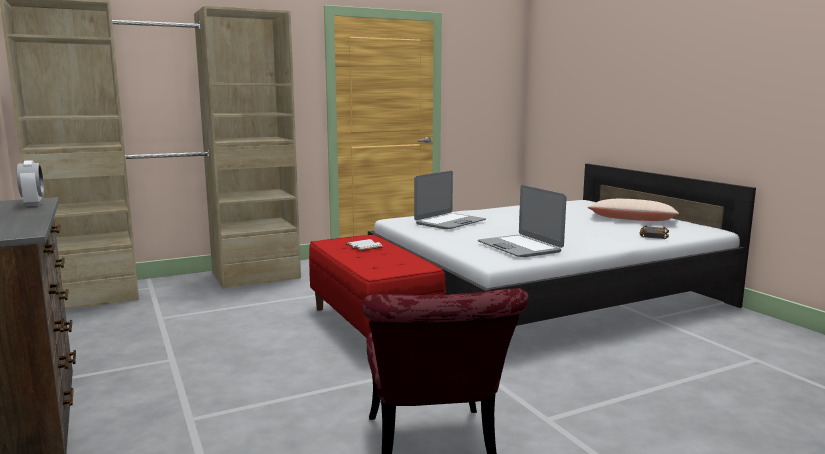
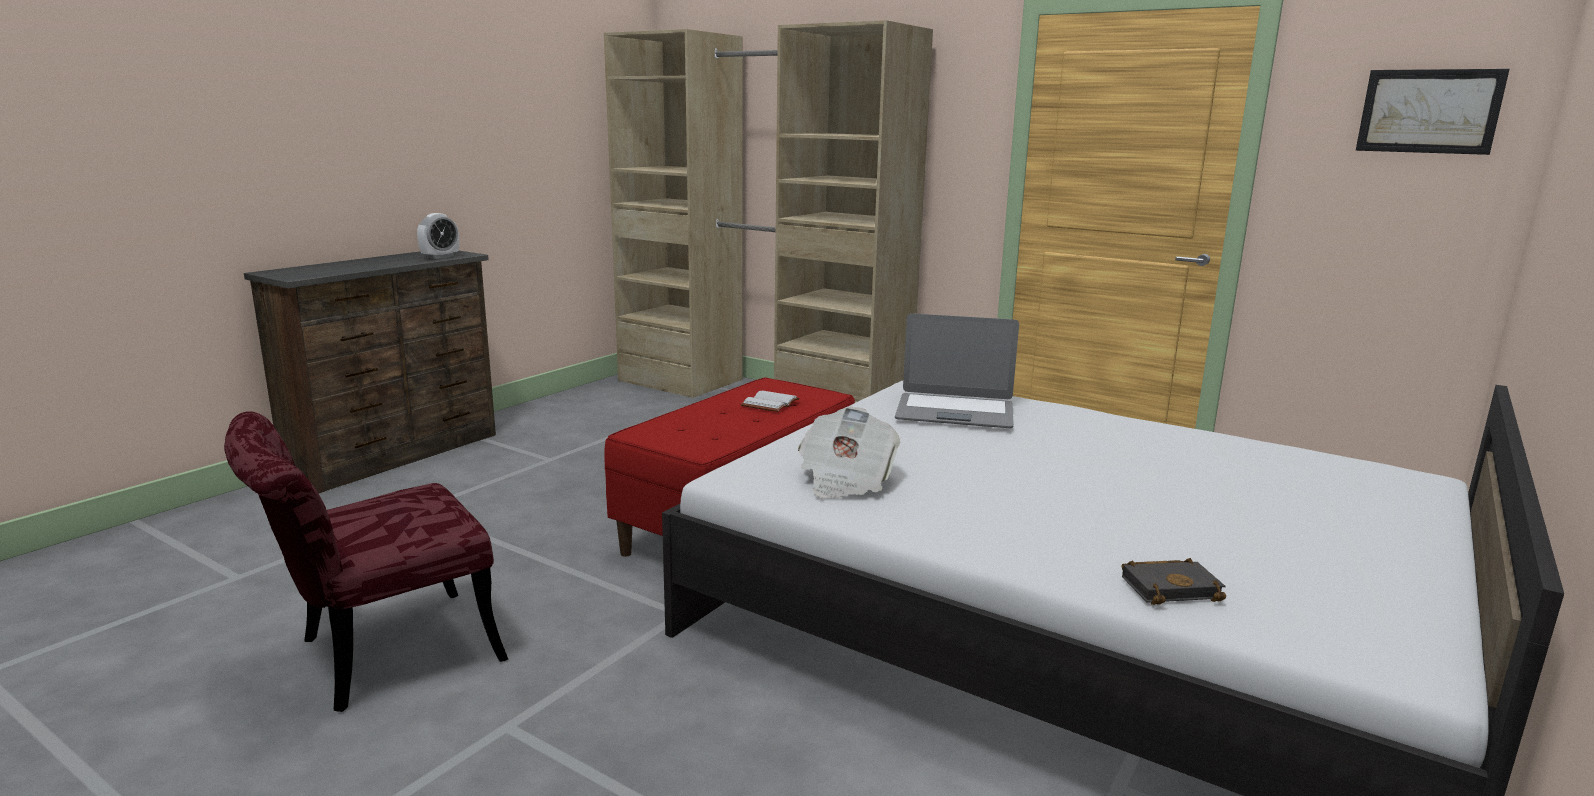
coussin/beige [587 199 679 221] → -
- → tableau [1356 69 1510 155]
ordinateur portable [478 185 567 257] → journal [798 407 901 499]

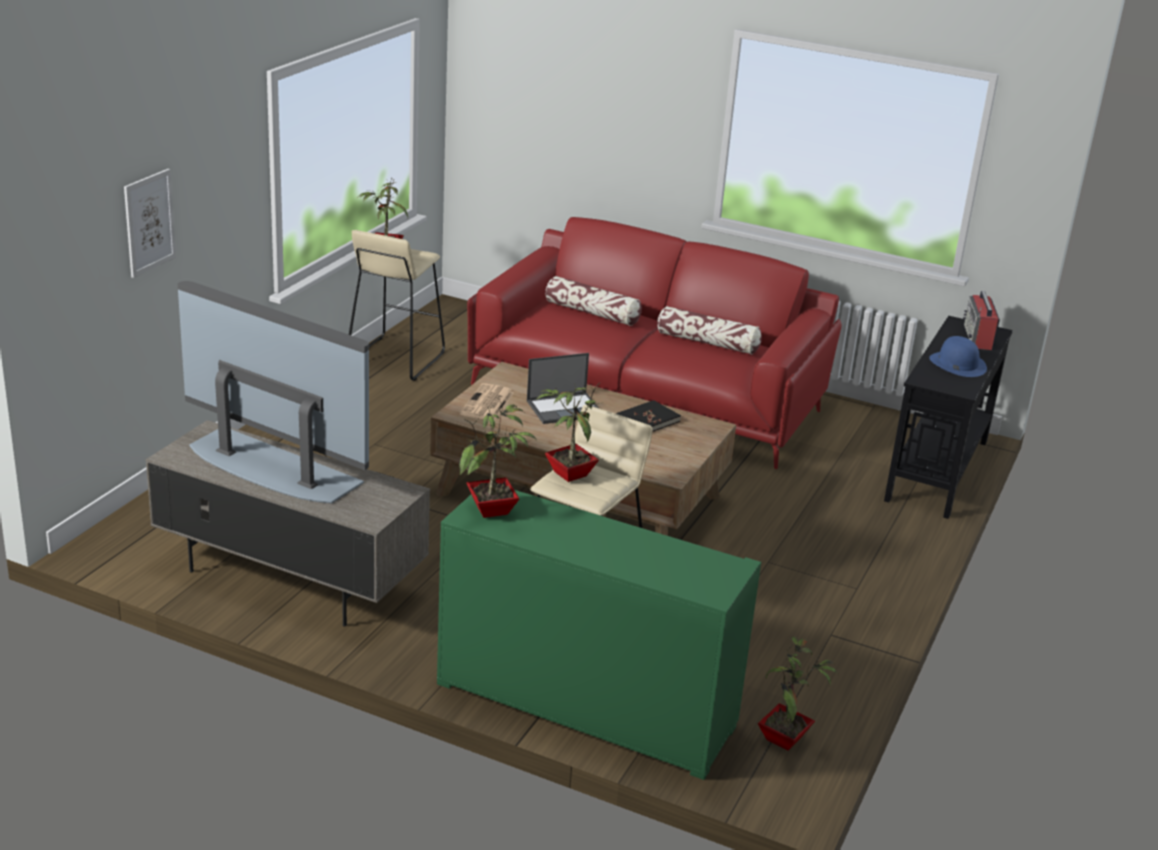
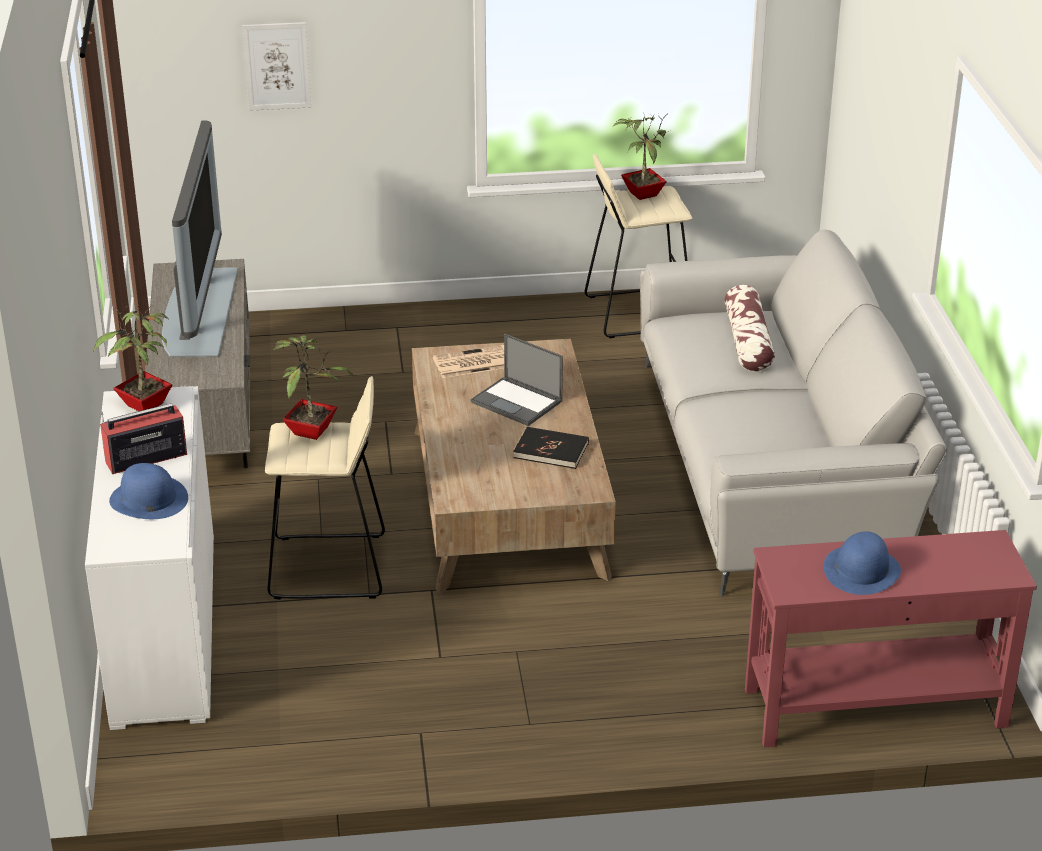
coussin [657 306 762 354] → -
plante en pot [758 636 838 751] → -
- → chapeau/bleu [109 463 188 519]
radio [963 291 1000 350] → radio [100 403 187 474], shifted
meuble de rangement/vert [437 490 761 780] → meuble de rangement/blanc [85 386 214 730]
canapé/rouge [467 217 842 469] → canapé/gris [639 230 947 596]
table console/noir [884 316 1013 519] → table console/rouge [745 530 1037 748]

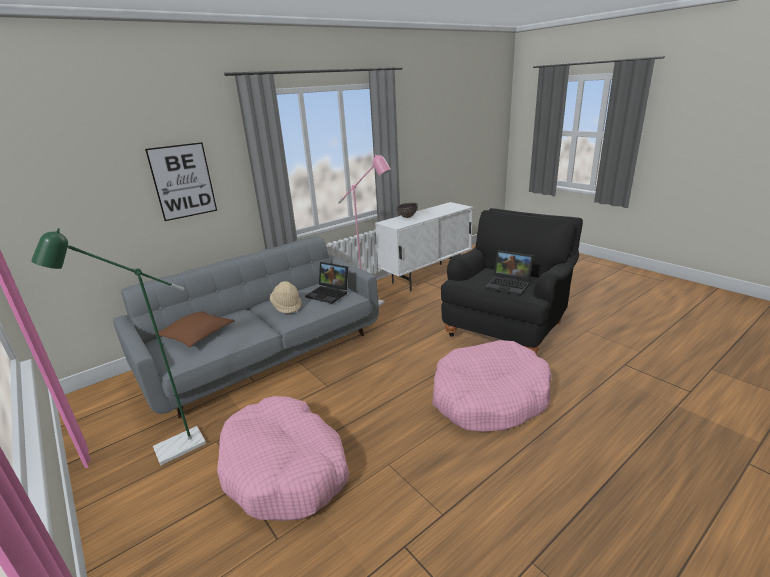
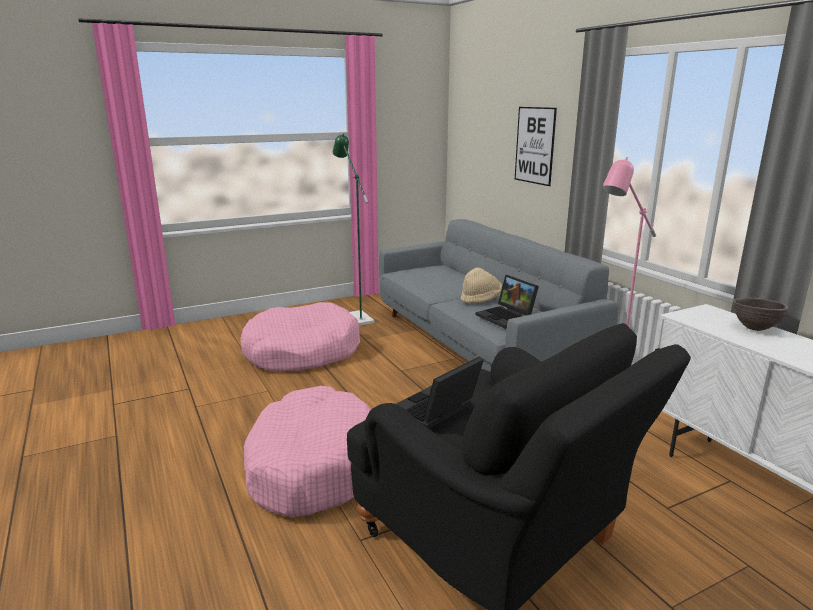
coussin/marron [154 311 235 348] → -
ordinateur portable [305 262 348 304] → ordinateur portable [476 275 539 329], 75 degrees counterclockwise

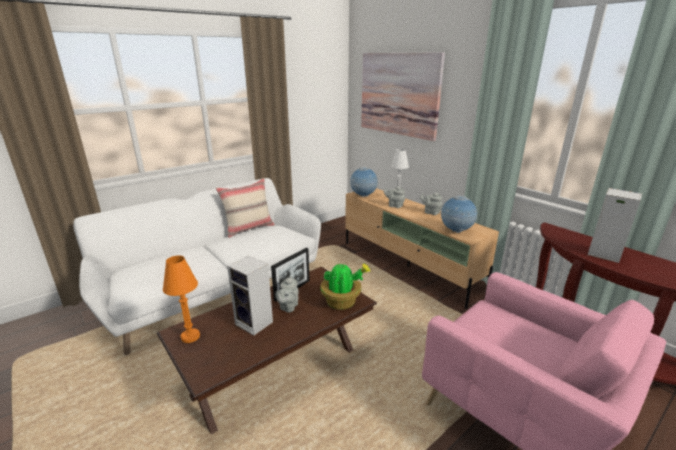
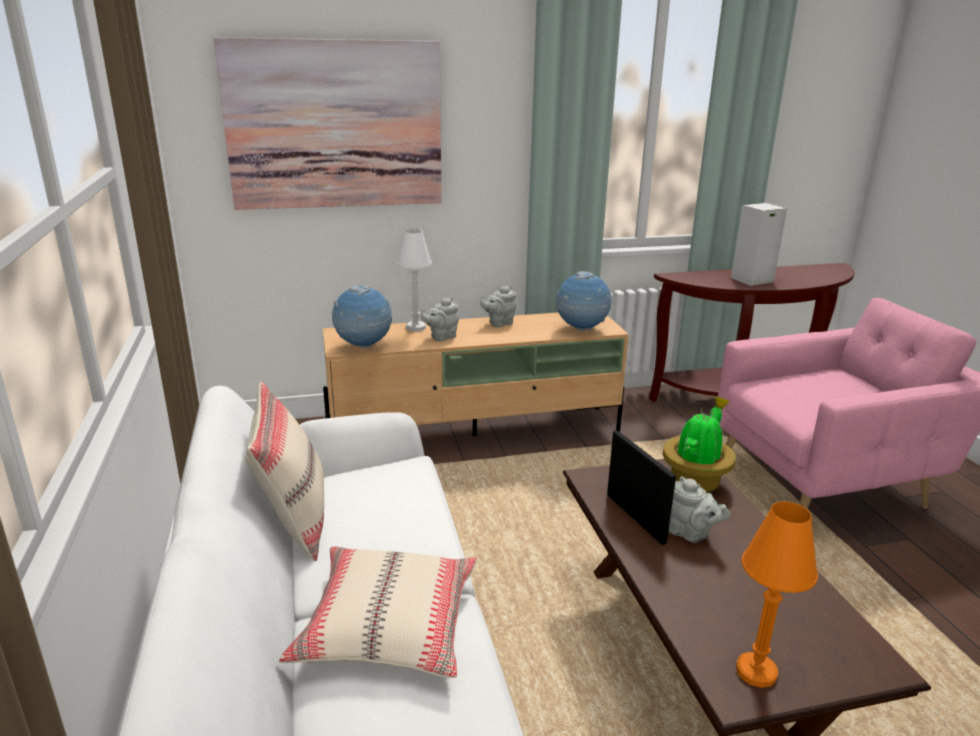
enceinte [227 255 273 336] → -
- → coussin/beige [279 546 477 678]

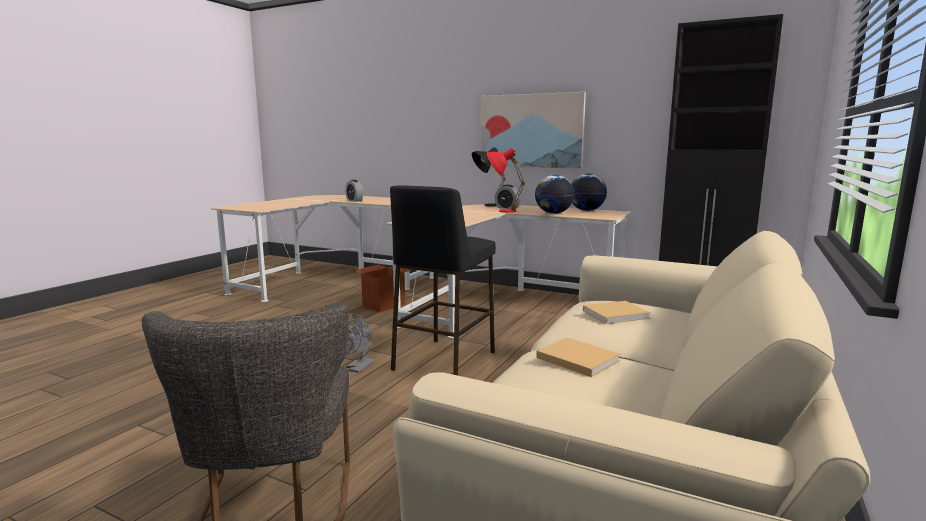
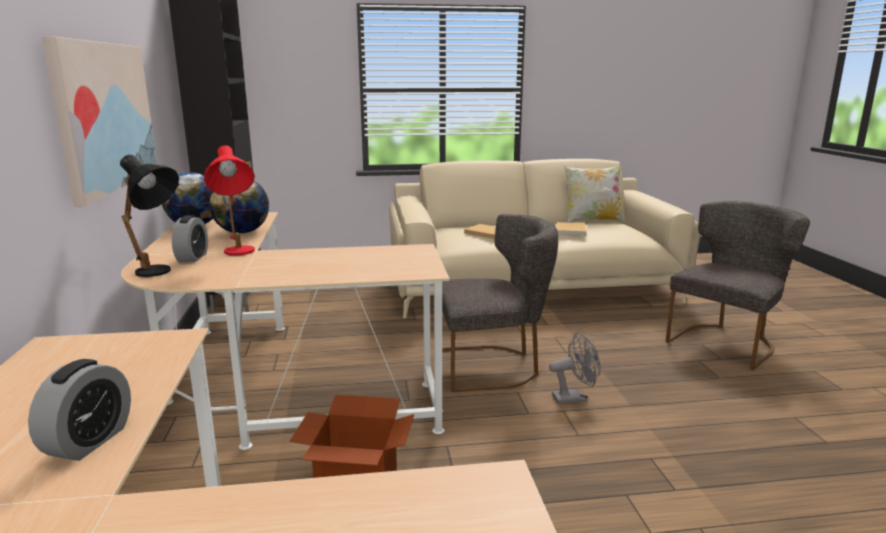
- → coussin [564 164 625 223]
tabouret/noir [390 185 496 376] → chaise/gris [442 214 558 392]

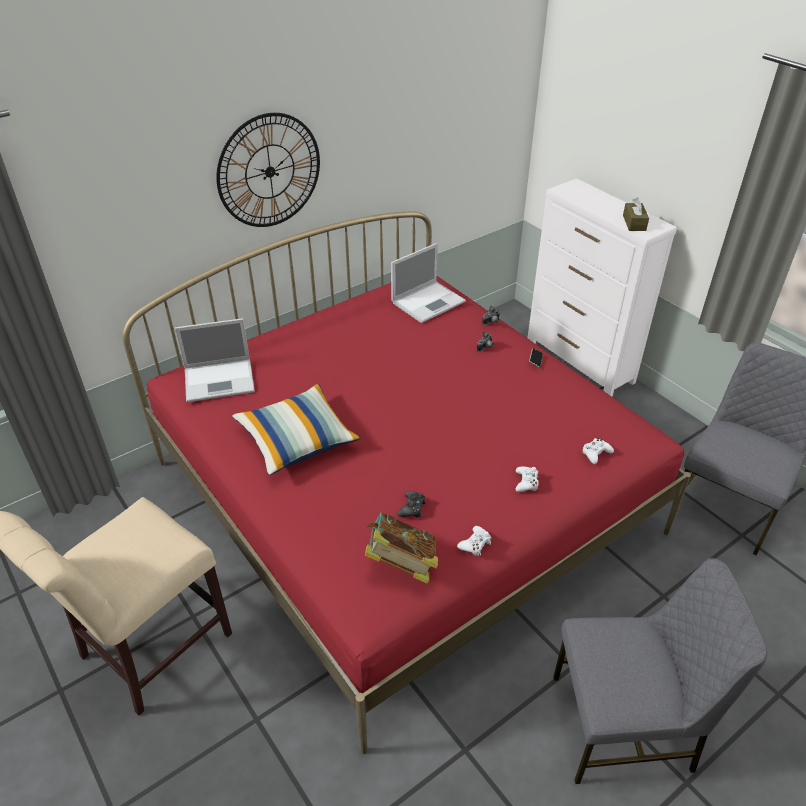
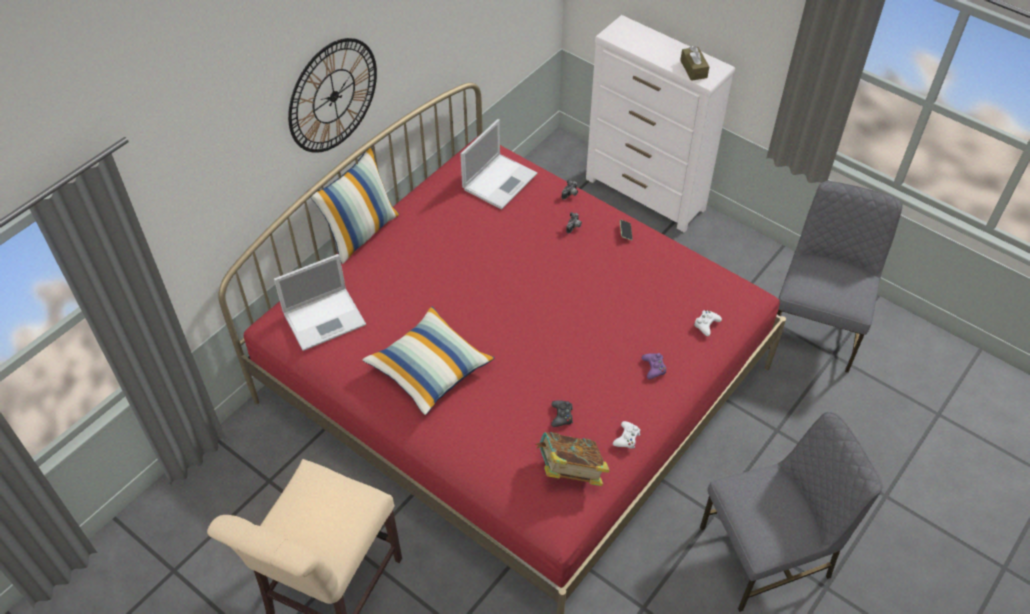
- → coussin [310 147 399 264]
manette/blanc [516 467 539 492] → manette/violet [642 353 666 379]

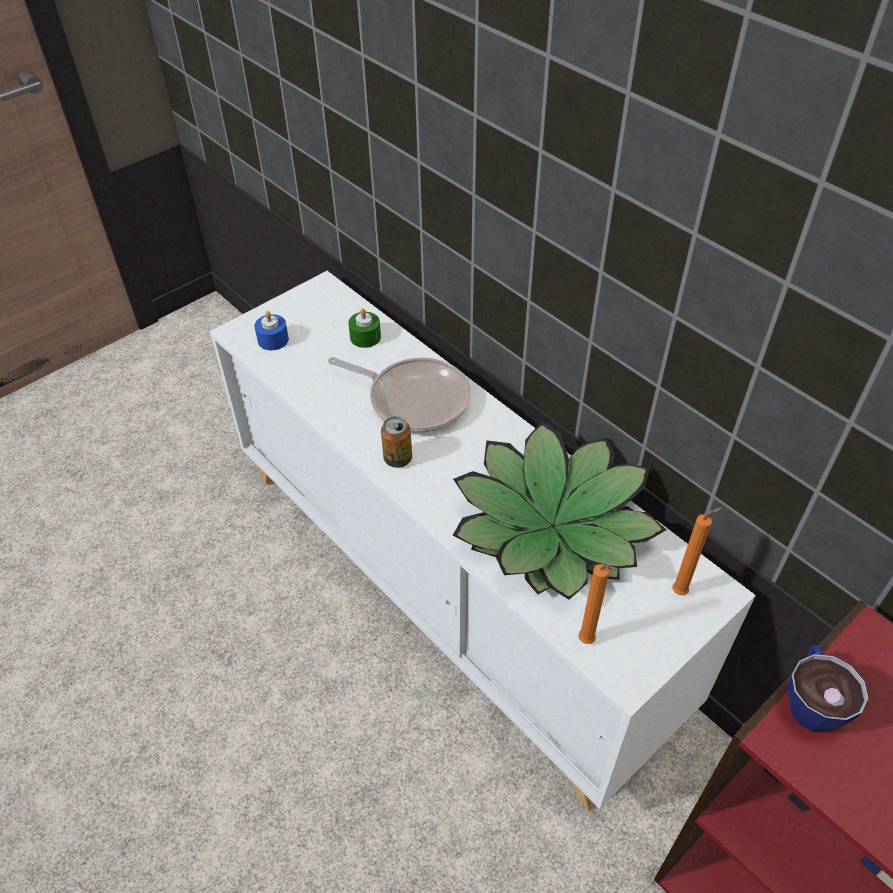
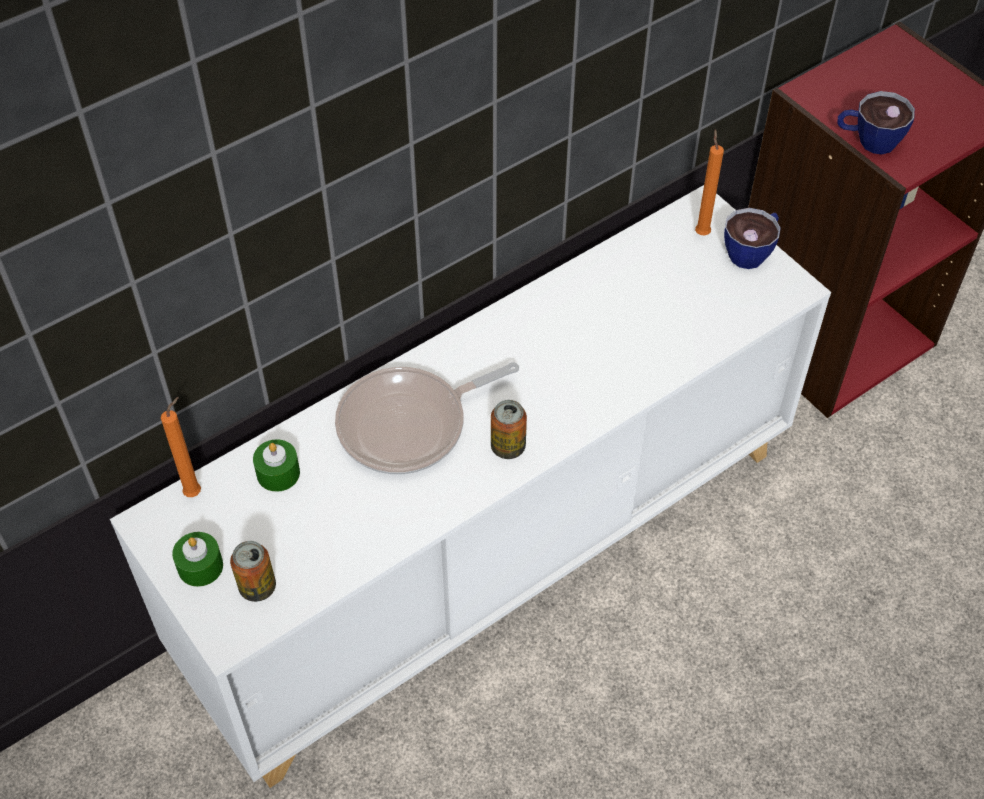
plante en pot [452 421 666 600] → -
- → bougie/vert [172 532 223 587]
- → tasse [724 208 781 269]
bougie/orange [578 564 618 644] → bougie/orange [161 397 201 497], shifted
bougie/bleu [254 311 289 350] → boîte métallique [230 541 276 602]
poêle [328 357 471 433] → poêle [335 362 519 474], 150 degrees counterclockwise

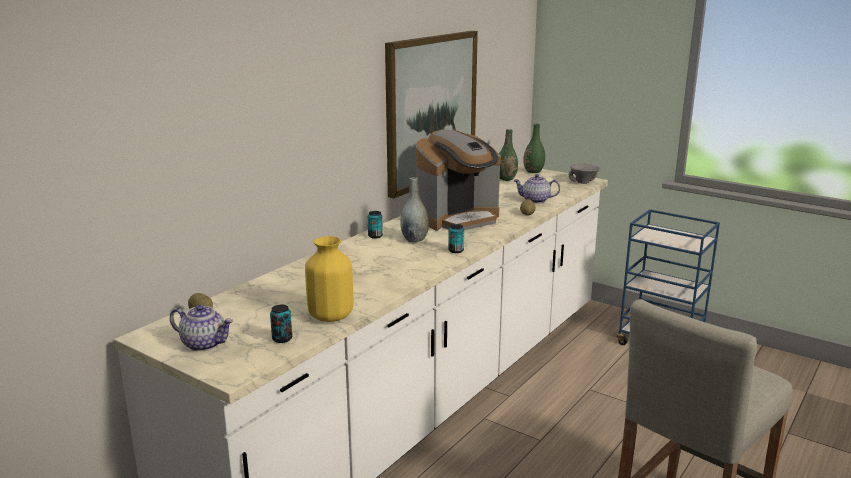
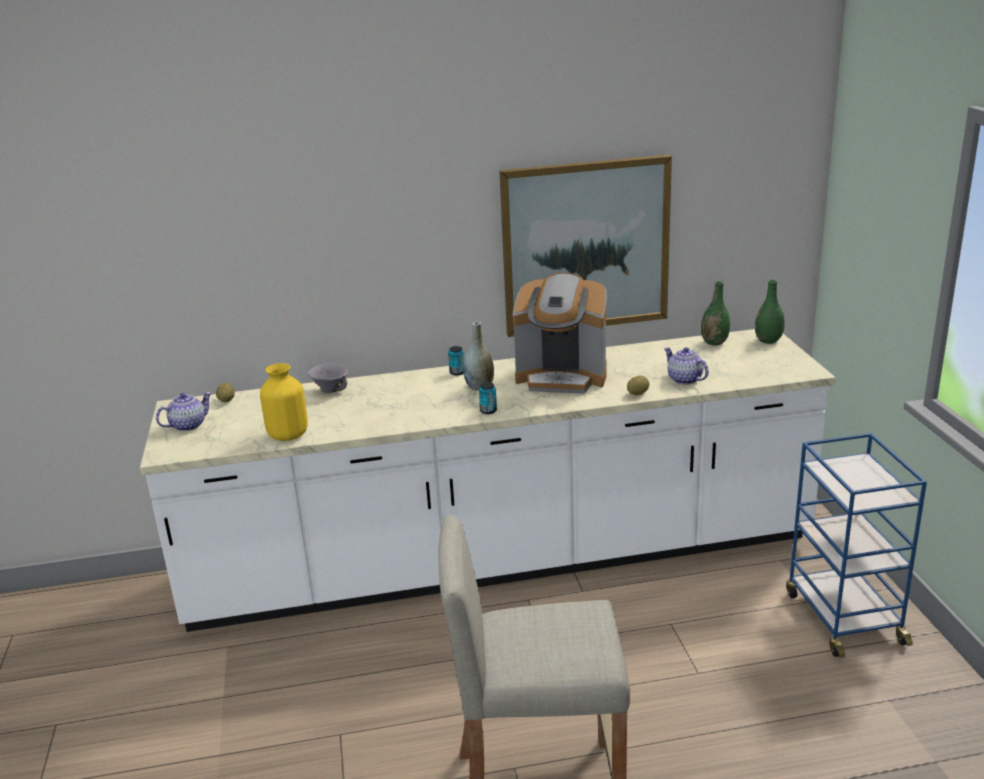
boîte métallique [270 305 292 343] → -
bol/gris [569 163 600 184] → bol/gris [308 363 348 393], shifted
théière [170 304 233 351] → théière [156 392 212 431], 105 degrees counterclockwise

